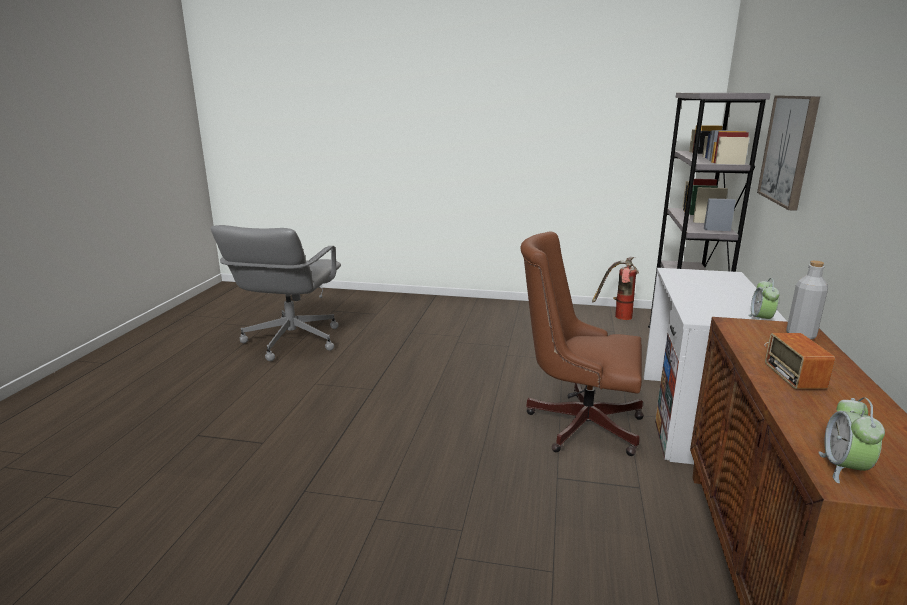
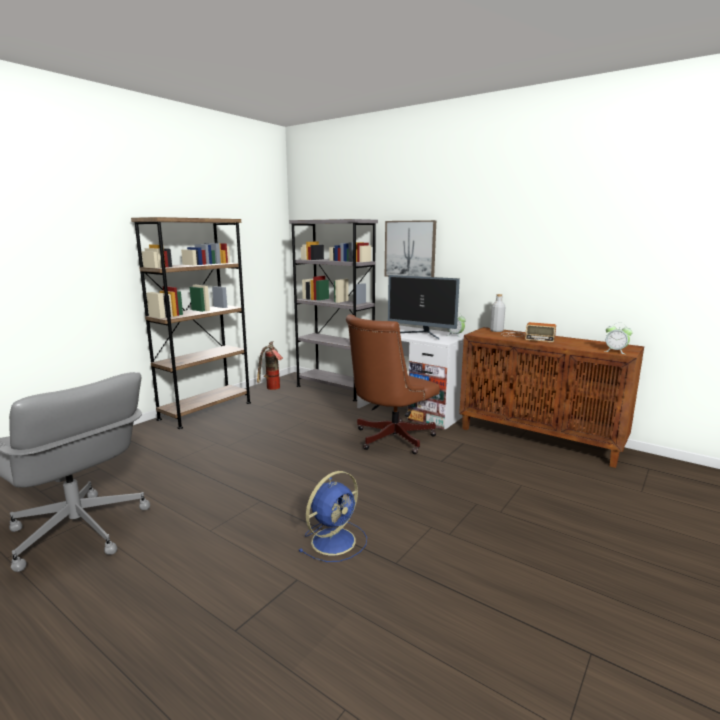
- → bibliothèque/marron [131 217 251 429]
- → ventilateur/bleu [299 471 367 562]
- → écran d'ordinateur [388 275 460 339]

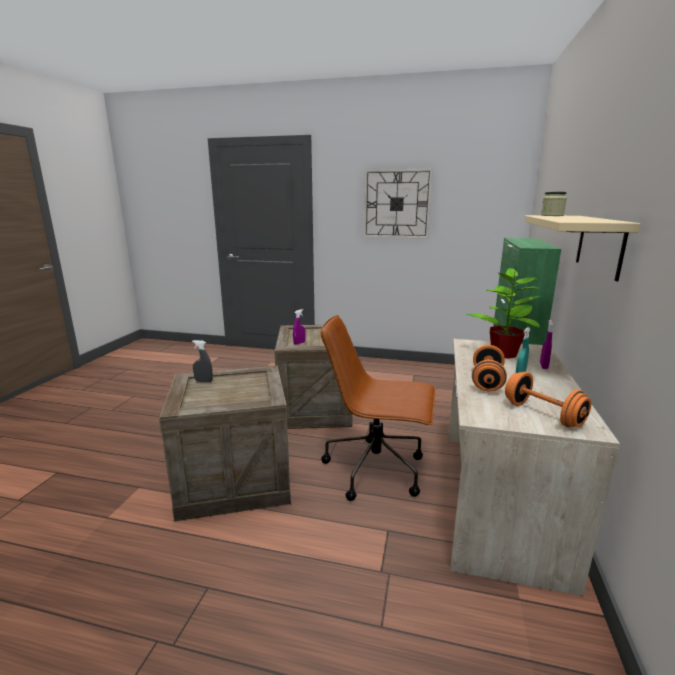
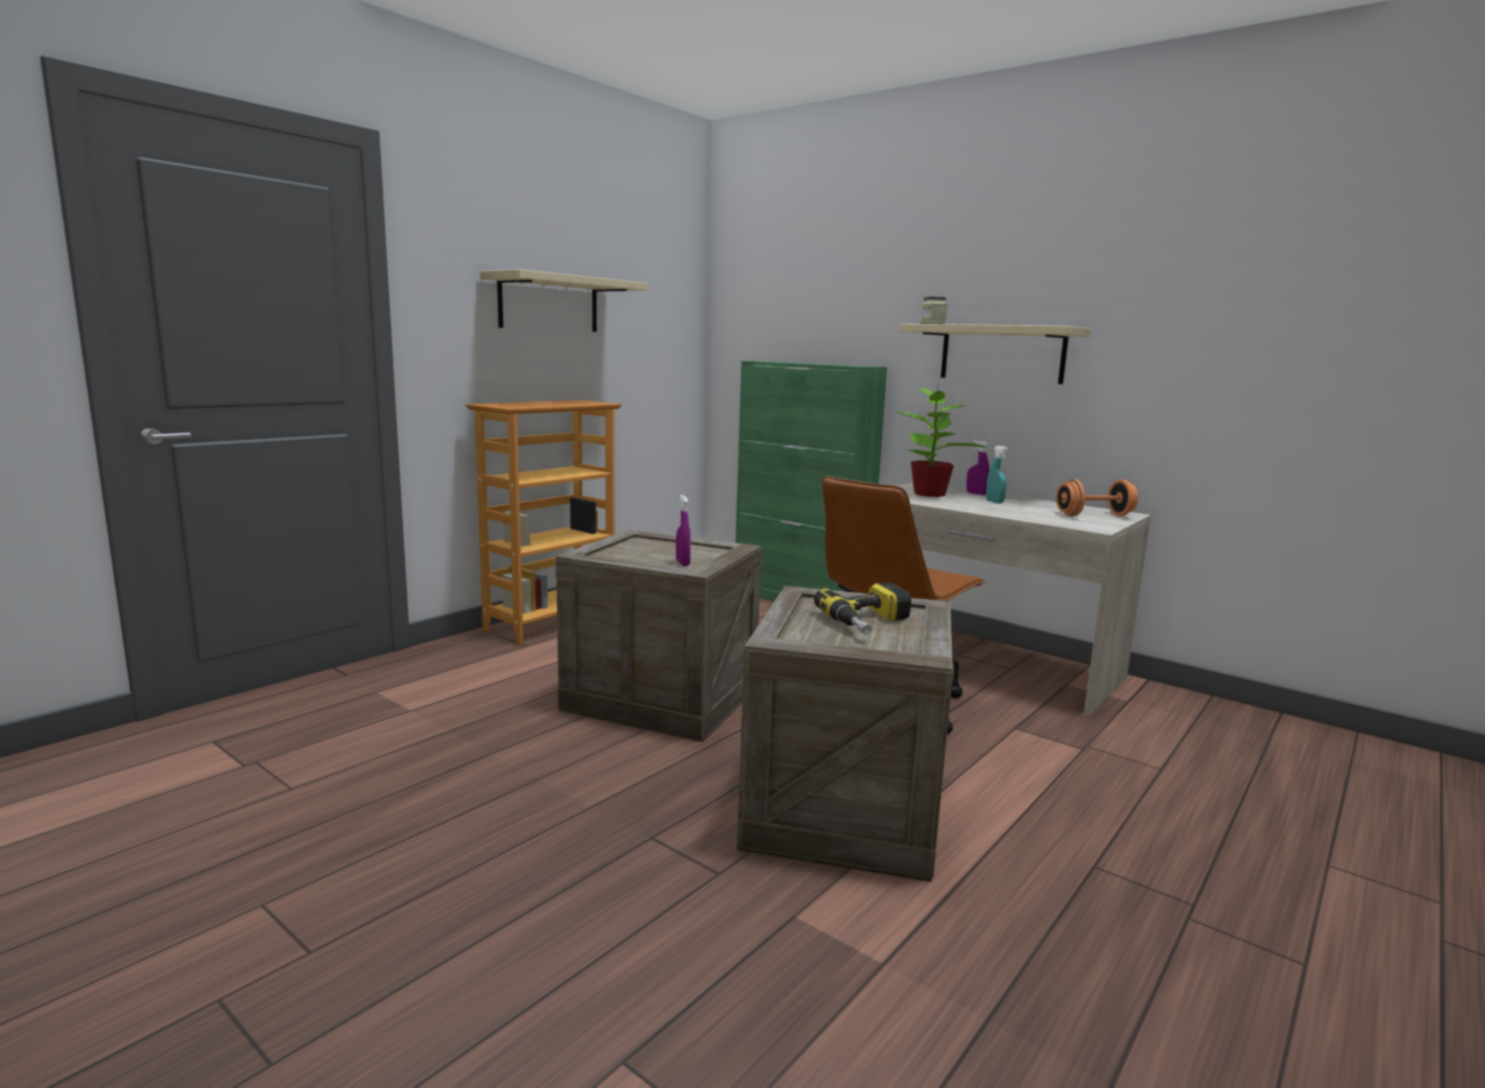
vaporisateur/gris [192 340 213 382] → -
haltère/orange [472 345 507 392] → -
- → bibliothèque [465 400 622 646]
- → perceuse [814 583 911 635]
horloge murale [364 168 433 239] → étagère/beige [480 269 648 332]

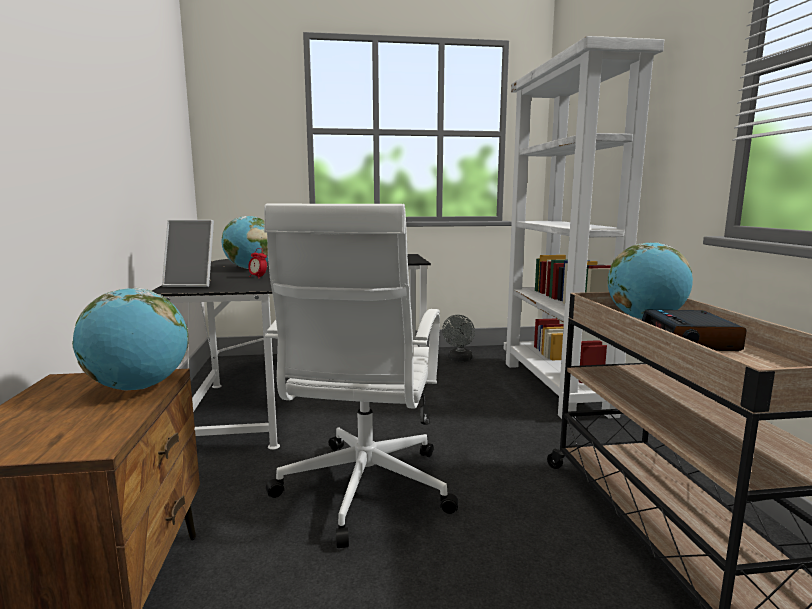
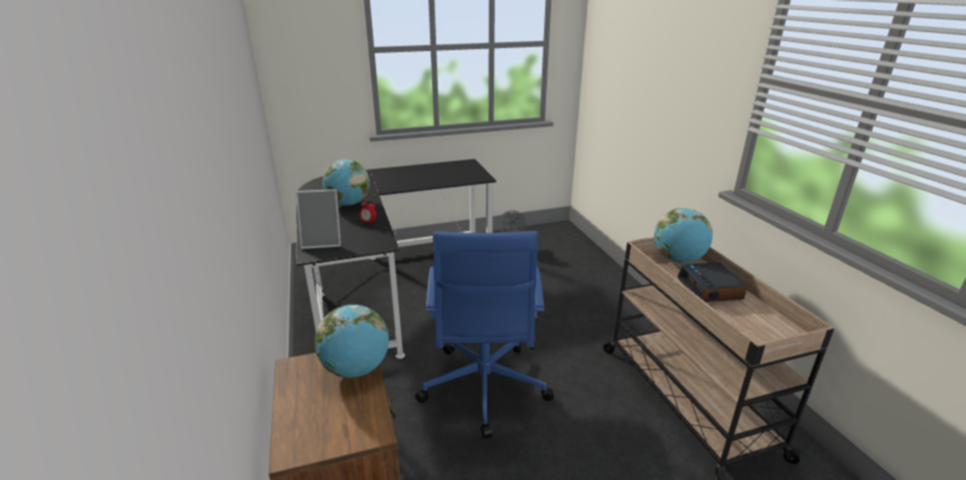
bibliothèque/blanc [504 36 664 420] → -
chaise de bureau/blanc [264 204 458 548] → chaise de bureau/bleu [415 231 554 439]

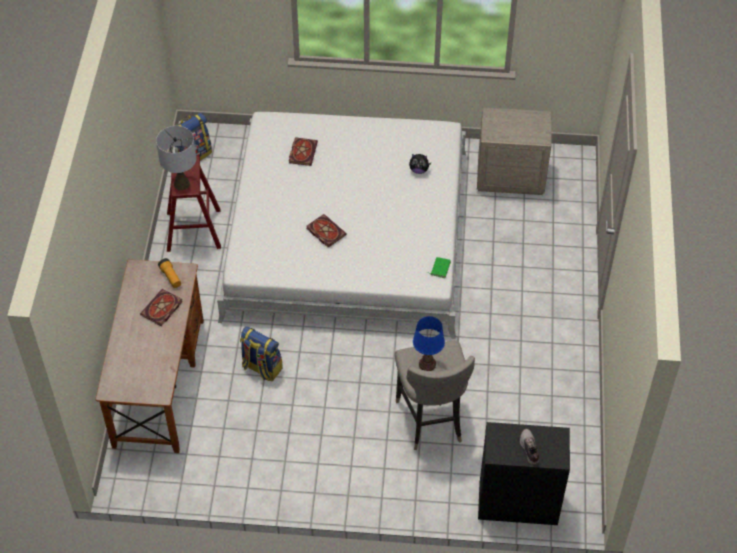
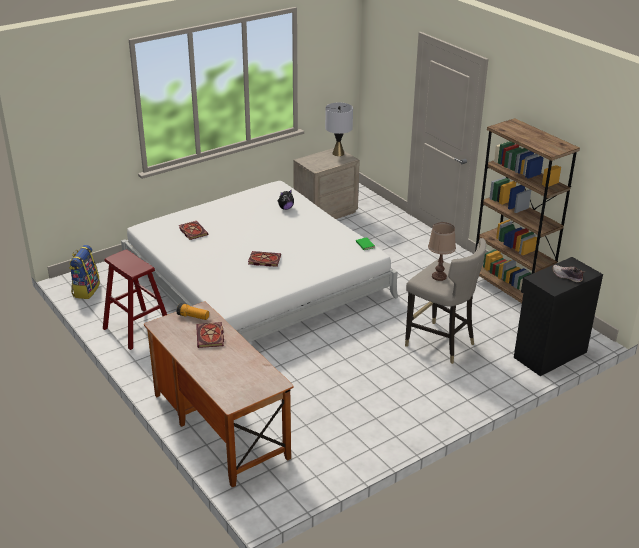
sac à dos [240 326 283 381] → -
- → bibliothèque/marron [475 118 580 303]
lampe de table/gris [156 126 196 190] → lampe de table/gris [325 102 353 156], shifted
lampe de table/bleu [413 316 445 371] → lampe de table/marron [428 222 456 281]

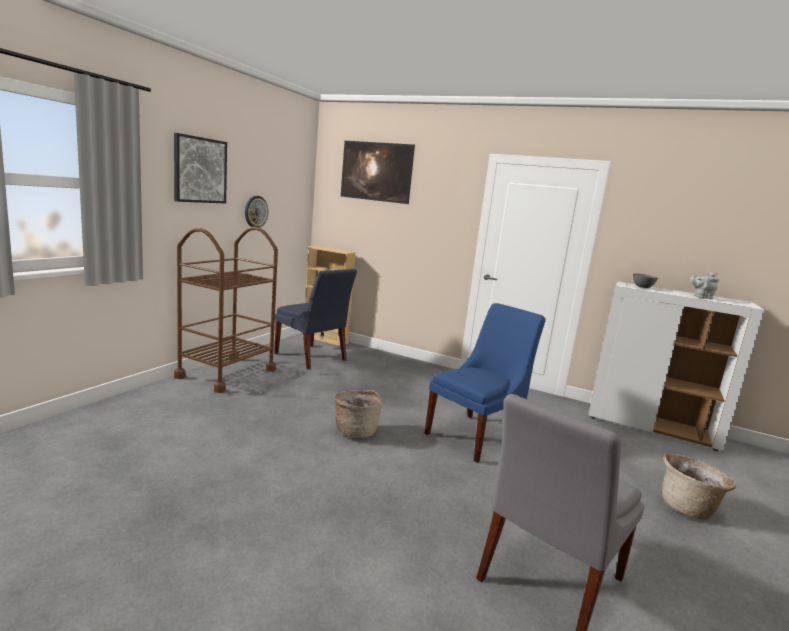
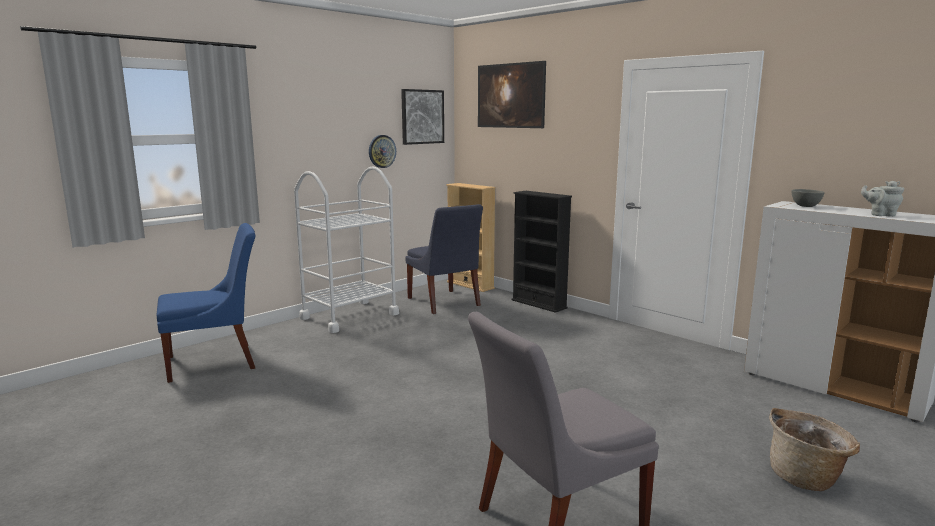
panier [334 390 383 438] → -
- → bibliothèque/noir [512 191 572 313]
tableau [174 133 227 204] → tableau [401 89 444 145], shifted
chaise/bleu [425 303 545 463] → chaise/bleu [157 223 255 383], shifted
chariot/marron [174 227 278 393] → chariot/blanc [294 166 399 333]

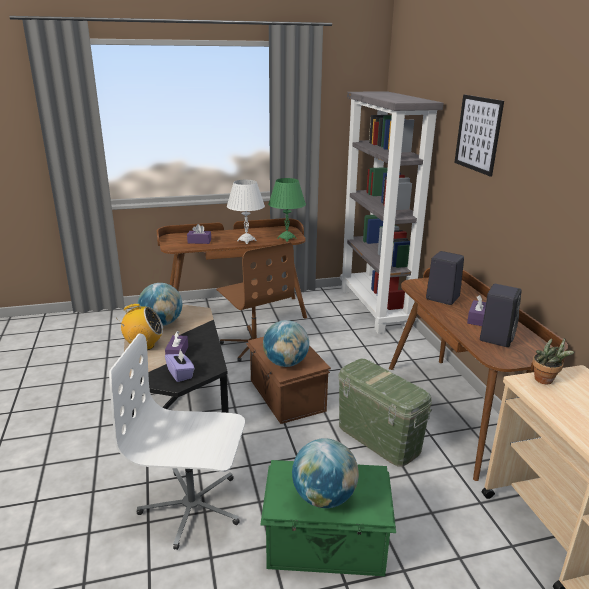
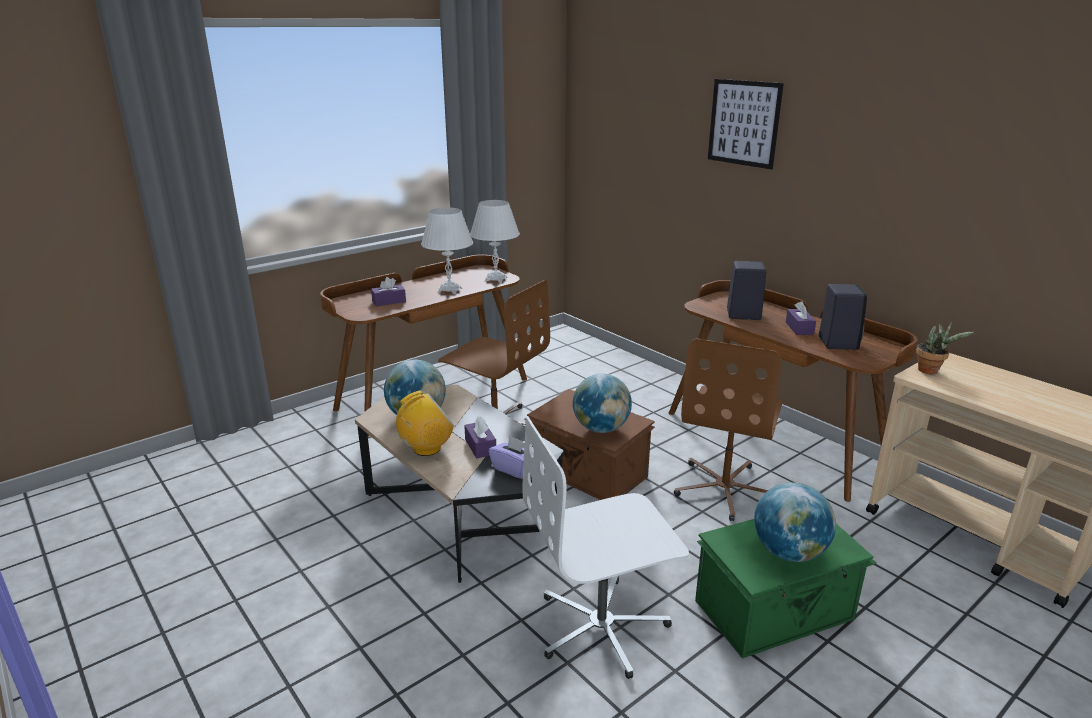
bibliothèque/gris [340 91 444 334] → -
boîte de rangement/vert [338 359 432 467] → chaise de bureau/marron [674 338 783 521]
lampe de table/vert [268 178 306 242] → lampe de table/blanc [470 200 520 283]

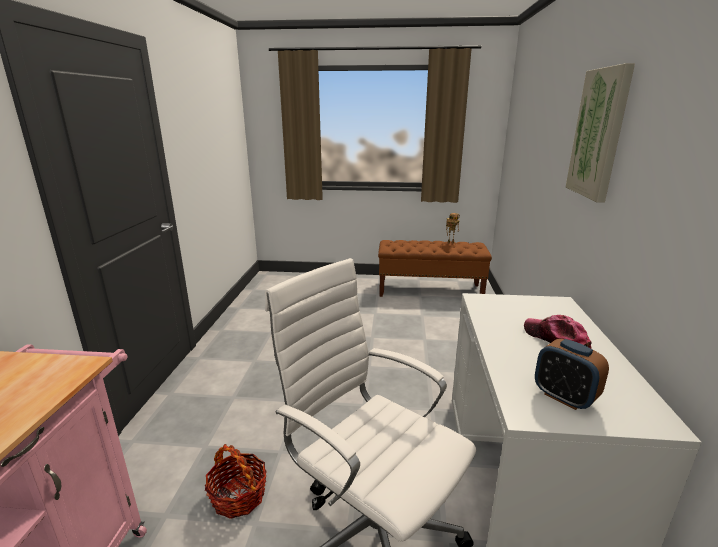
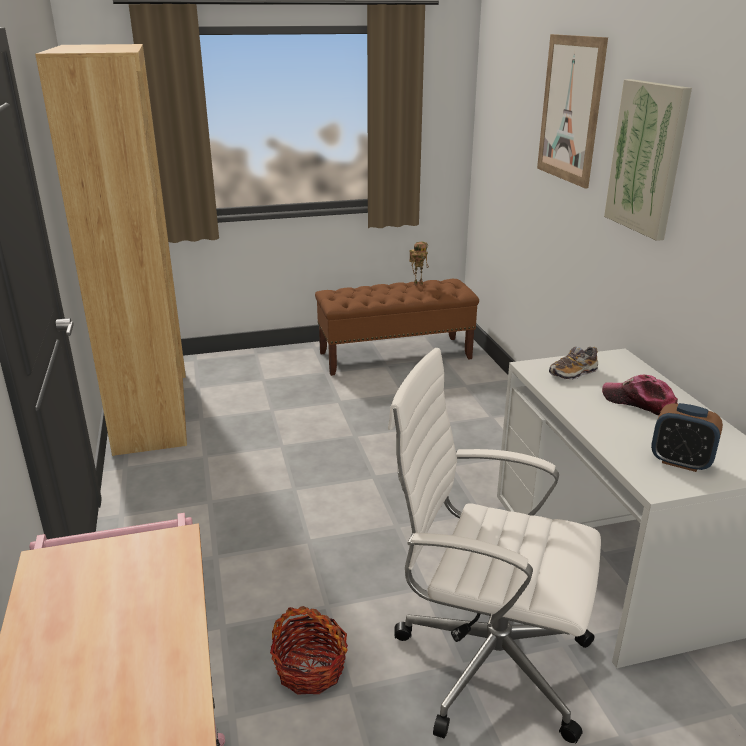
- → bibliothèque/marron [35 44 187 456]
- → tableau [537 34 608 189]
- → chaussure [549 347 598 379]

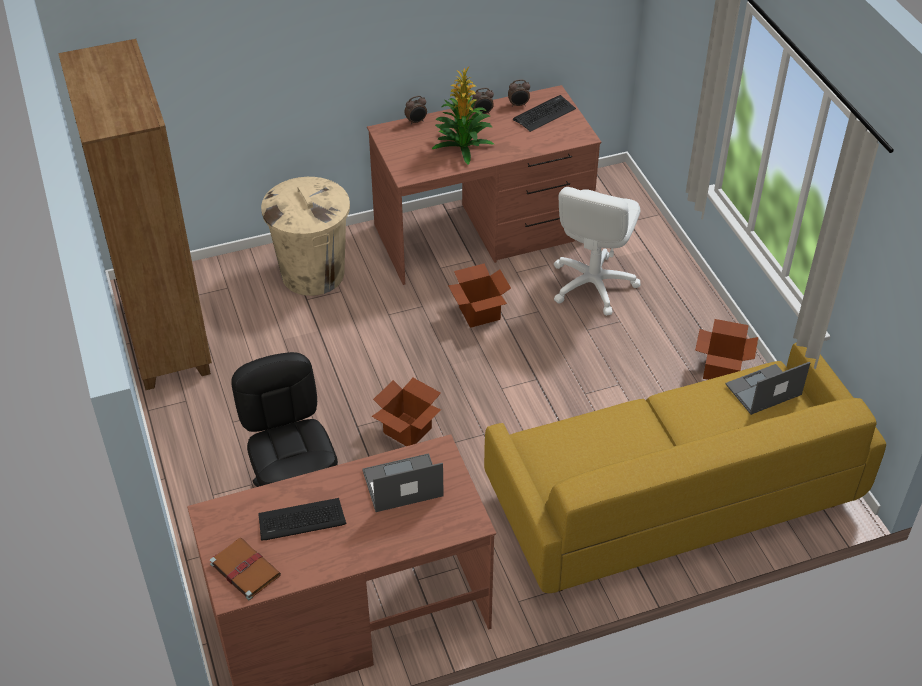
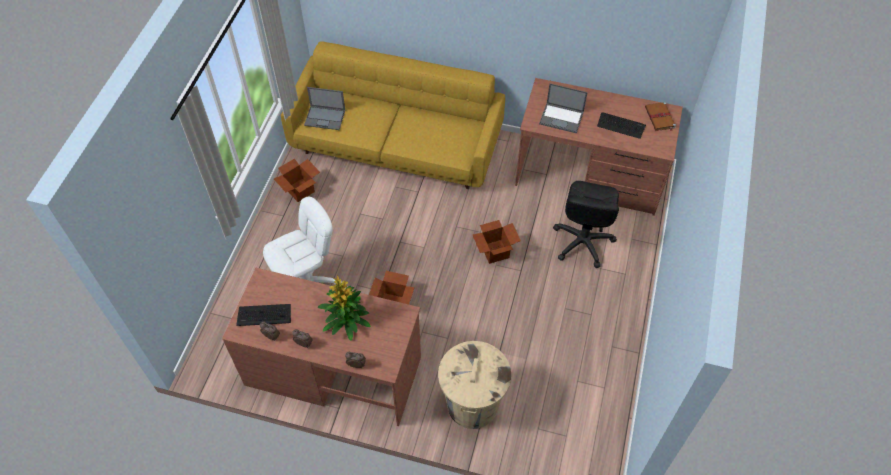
bibliothèque/marron [58 39 212 390] → -

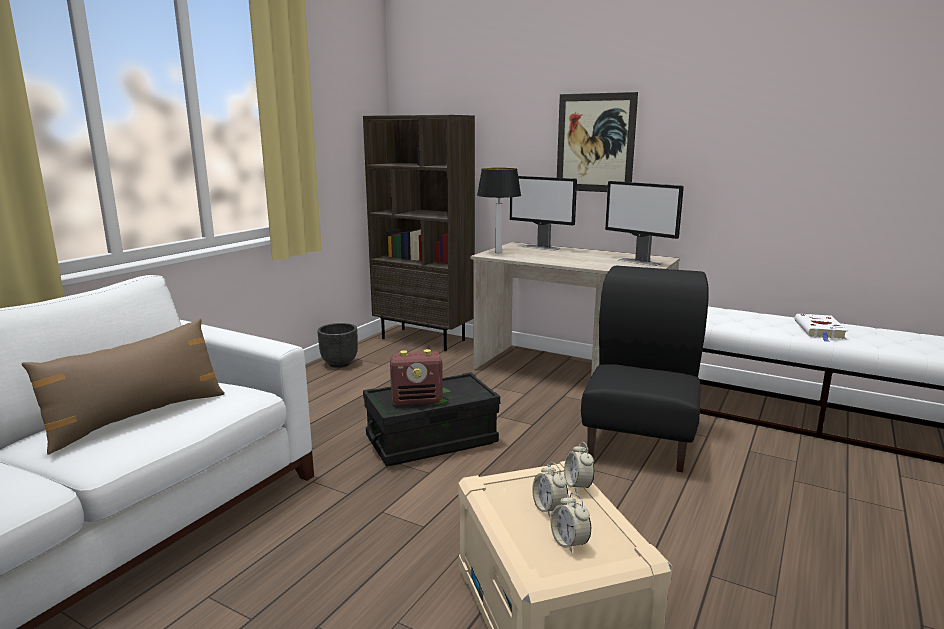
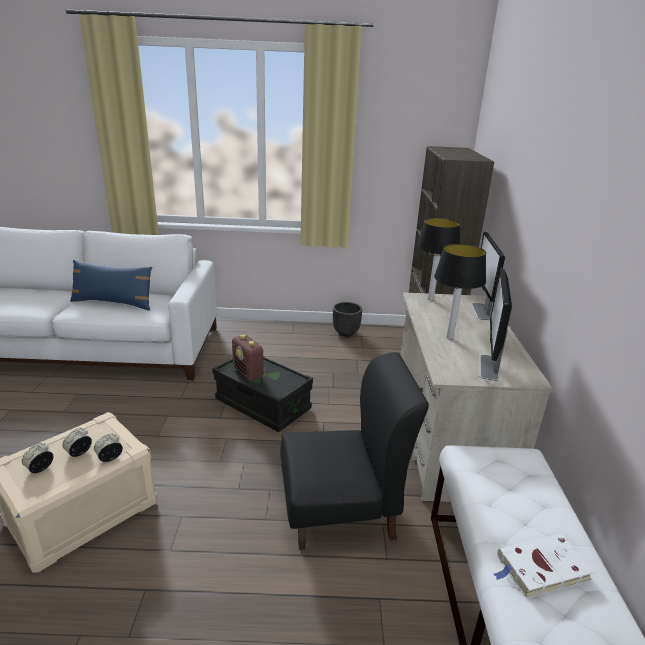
tableau [557 92 638 192] → -
- → lampe de table [434 244 486 339]
coussin/marron [22 319 225 455] → coussin/bleu [70 260 152 311]

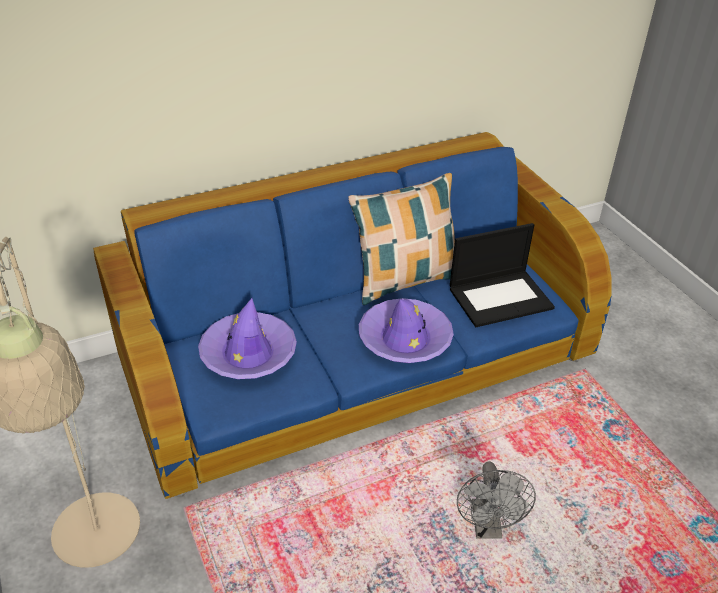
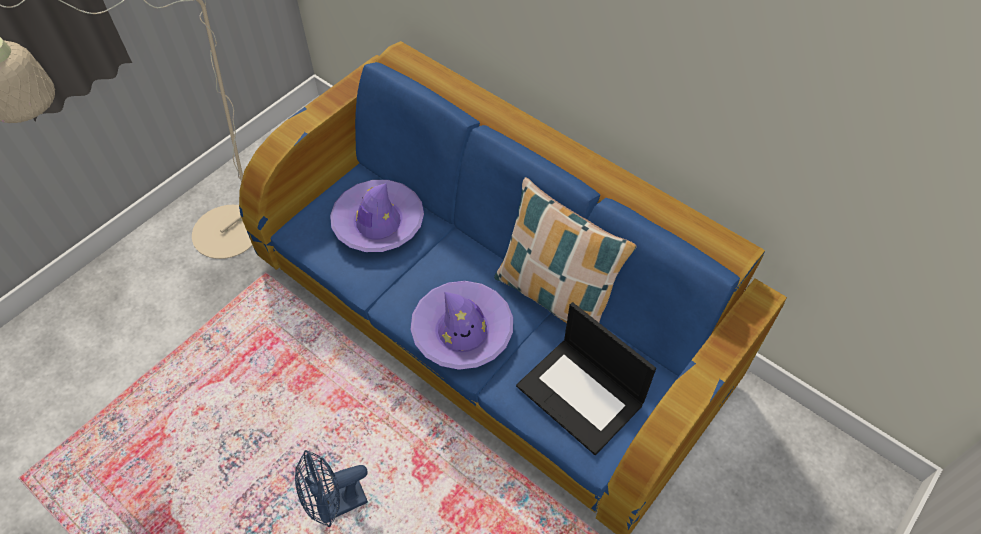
ventilateur/gris [457 462 536 539] → ventilateur/bleu [295 450 368 527]

